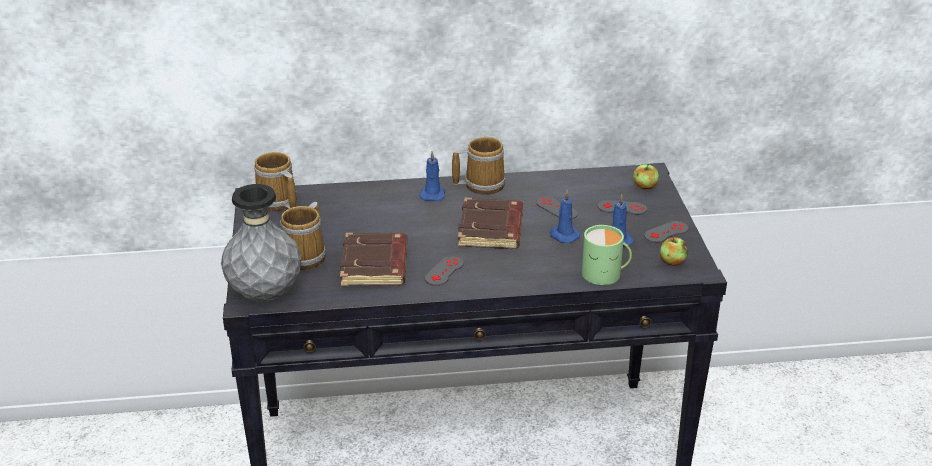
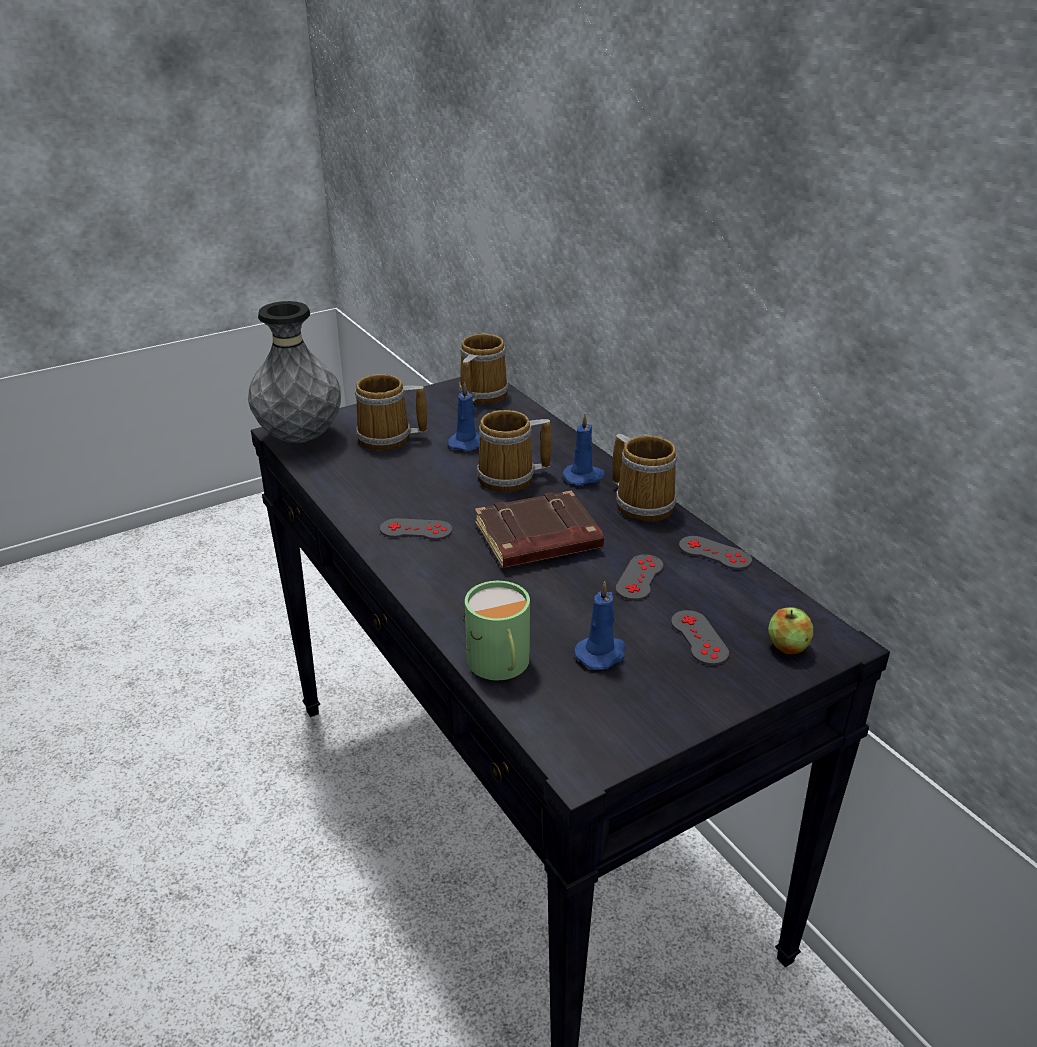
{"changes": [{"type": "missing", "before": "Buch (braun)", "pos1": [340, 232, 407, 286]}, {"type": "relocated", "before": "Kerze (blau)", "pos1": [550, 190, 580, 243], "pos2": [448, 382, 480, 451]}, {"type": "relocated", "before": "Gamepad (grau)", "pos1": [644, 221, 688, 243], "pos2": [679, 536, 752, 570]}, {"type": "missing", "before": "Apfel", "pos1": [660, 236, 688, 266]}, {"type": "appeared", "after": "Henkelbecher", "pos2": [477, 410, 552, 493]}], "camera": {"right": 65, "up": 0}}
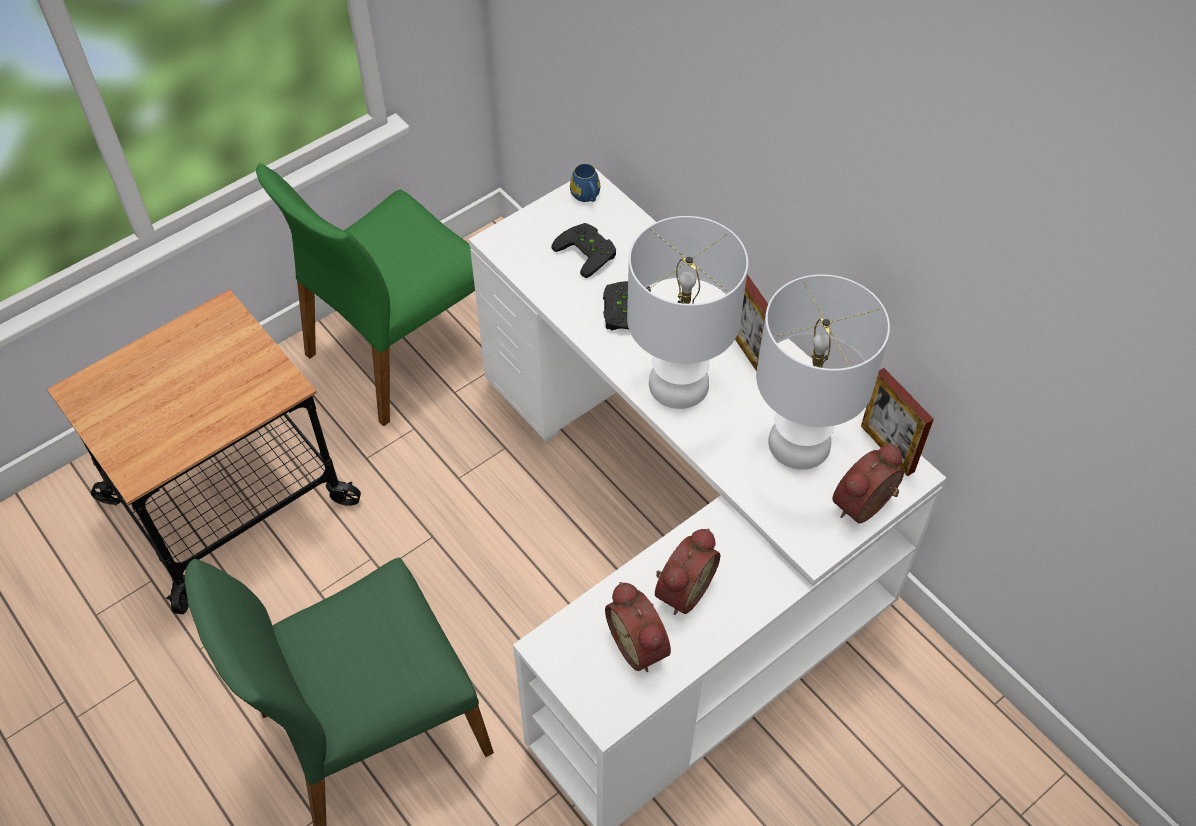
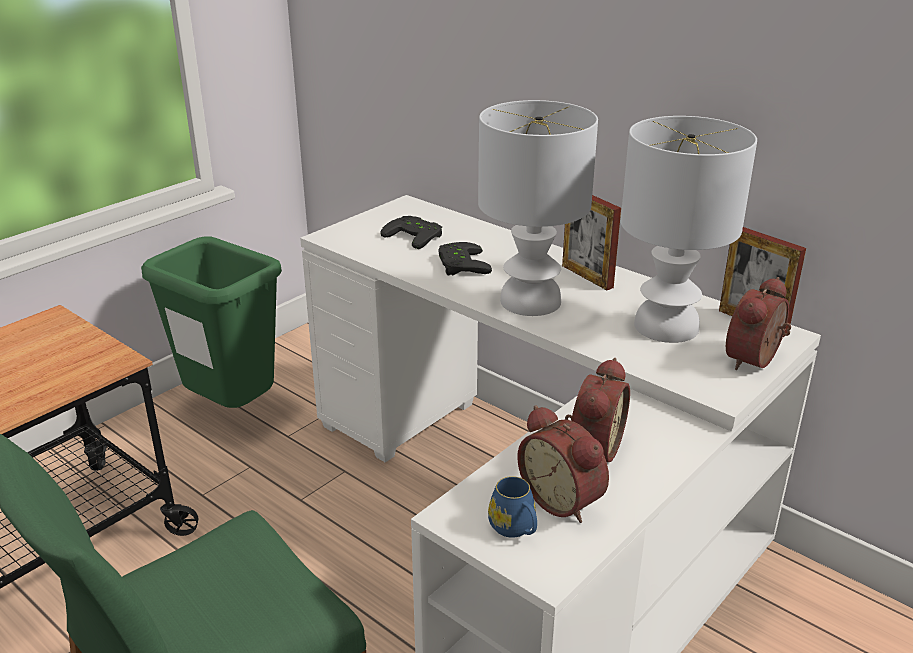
{"changes": [{"type": "exchanged", "before": "Stuhl (grün)", "after": "Mülleimer (grün)", "pos1": [256, 163, 475, 426], "pos2": [141, 236, 282, 408]}, {"type": "relocated", "before": "Henkelbecher (blau)", "pos1": [570, 163, 600, 202], "pos2": [488, 476, 537, 538]}], "camera": {"right": -10, "up": -25}}
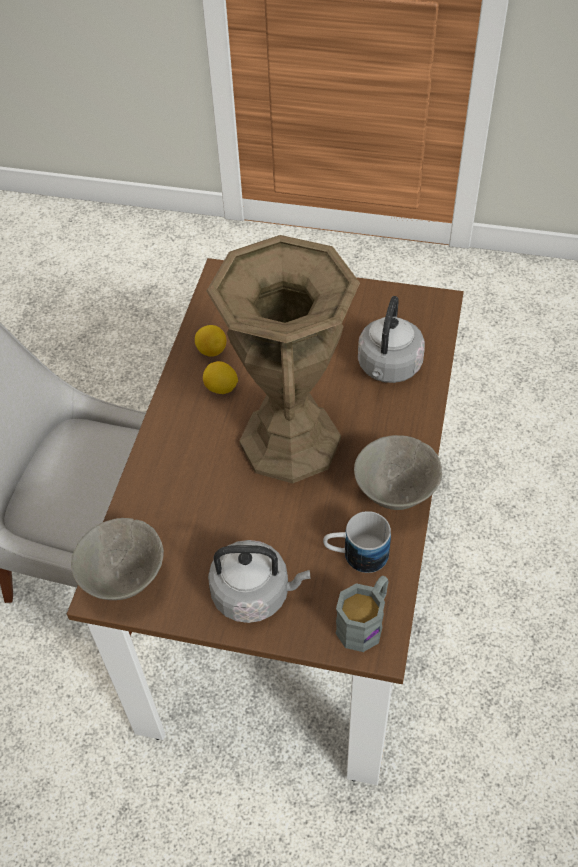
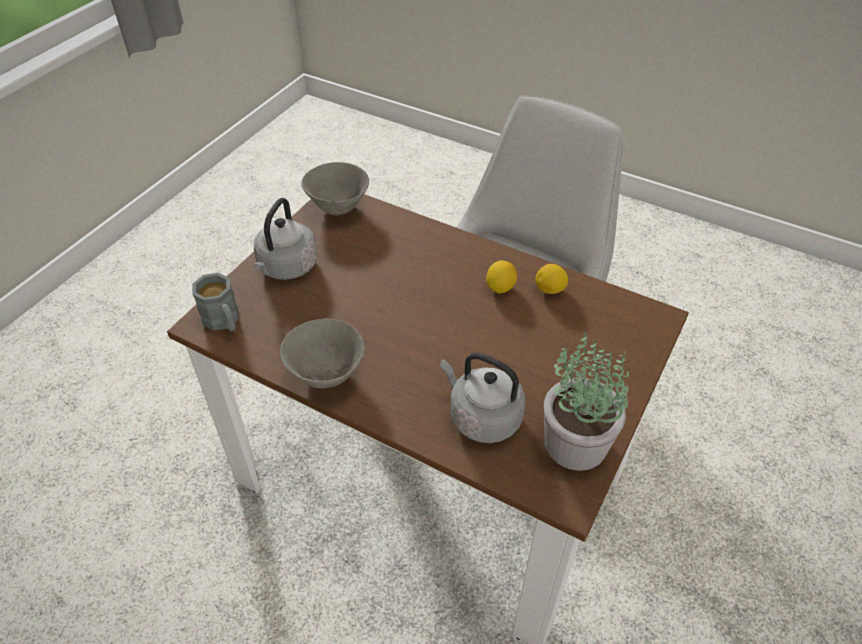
{"changes": [{"type": "missing", "before": "Vase (braun)", "pos1": [207, 235, 360, 483]}, {"type": "missing", "before": "Henkelbecher", "pos1": [323, 511, 391, 573]}, {"type": "appeared", "after": "Topfpflanze", "pos2": [544, 332, 629, 471]}], "camera": {"right": 105, "up": -5}}
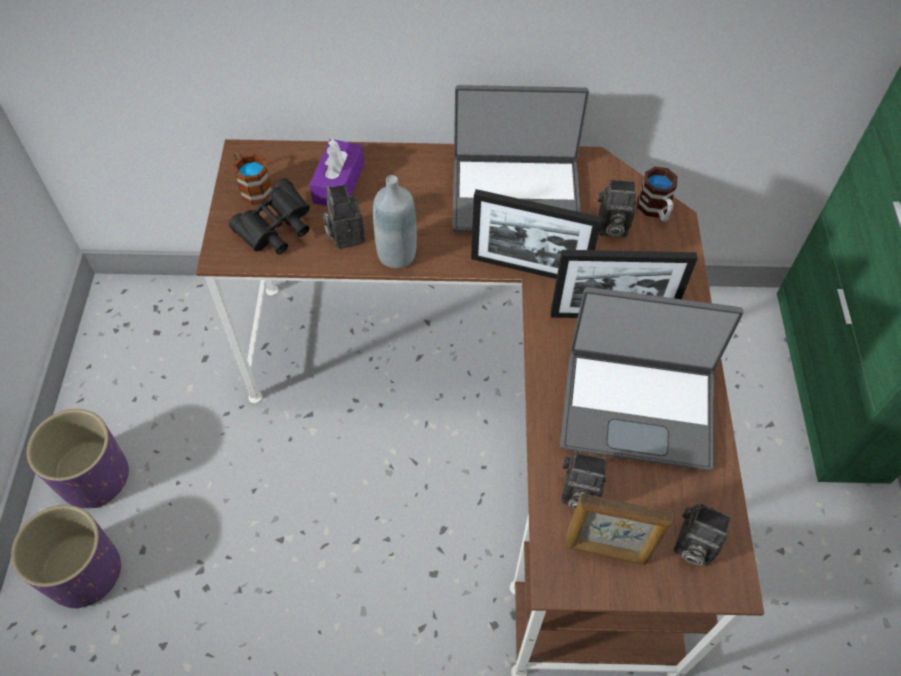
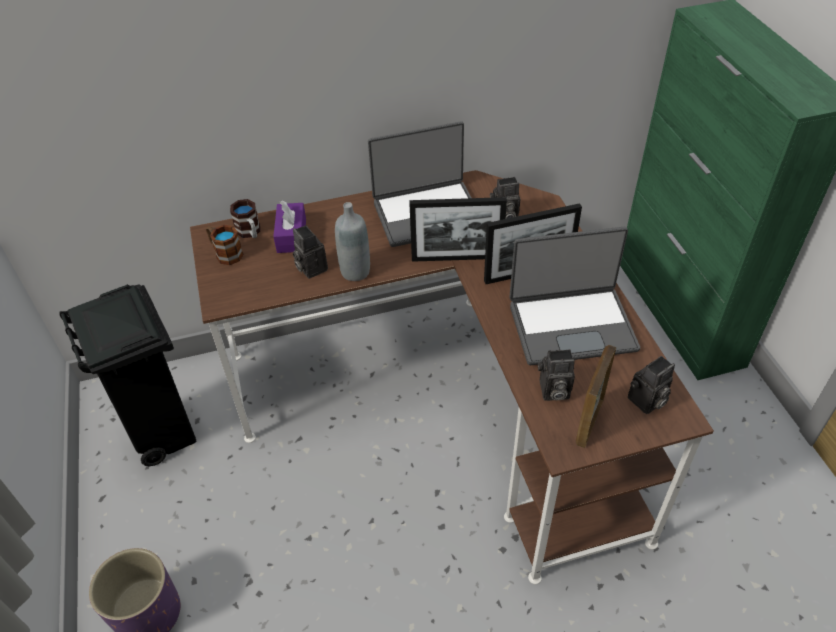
{"changes": [{"type": "missing", "before": "Pflanzkübel (lila)", "pos1": [27, 409, 129, 508]}, {"type": "missing", "before": "Fernglas (schwarz)", "pos1": [229, 178, 310, 254]}, {"type": "spun", "before": "Bilderrahmen", "pos1": [565, 493, 673, 565], "pos2": [576, 345, 616, 448], "turn": 120}, {"type": "relocated", "before": "Henkelbecher", "pos1": [637, 167, 677, 222], "pos2": [230, 199, 260, 238]}, {"type": "spun", "before": "Kamera", "pos1": [674, 504, 731, 566], "pos2": [628, 356, 675, 414], "turn": -45}, {"type": "appeared", "after": "Mülleimer (schwarz)", "pos2": [59, 284, 196, 466]}], "camera": {"right": -15, "up": -10}}
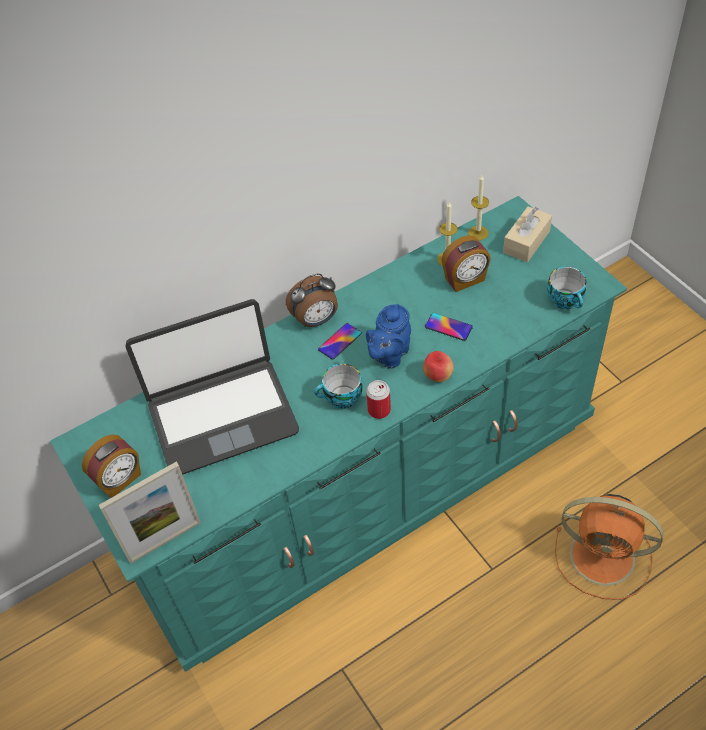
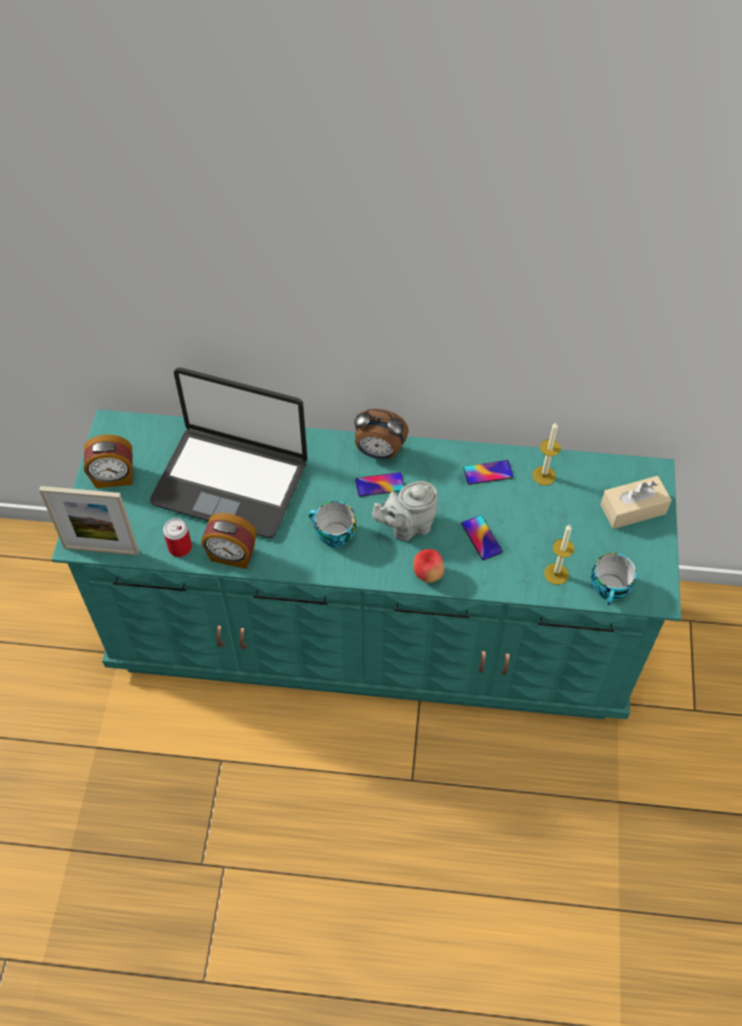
{"changes": [{"type": "colour", "before": "Teekanne (blau)", "after": "Teekanne (grau)", "pos1": [366, 304, 411, 369], "pos2": [372, 481, 438, 541]}, {"type": "relocated", "before": "Dose", "pos1": [366, 380, 391, 419], "pos2": [163, 518, 192, 557]}, {"type": "relocated", "before": "Wecker", "pos1": [441, 235, 491, 292], "pos2": [201, 513, 257, 569]}, {"type": "relocated", "before": "Kerze", "pos1": [468, 175, 489, 240], "pos2": [544, 525, 574, 585]}, {"type": "missing", "before": "Ventilator (orange)", "pos1": [555, 494, 663, 600]}, {"type": "appeared", "after": "Handy", "pos2": [463, 460, 513, 485]}], "camera": {"right": 35, "up": 5}}
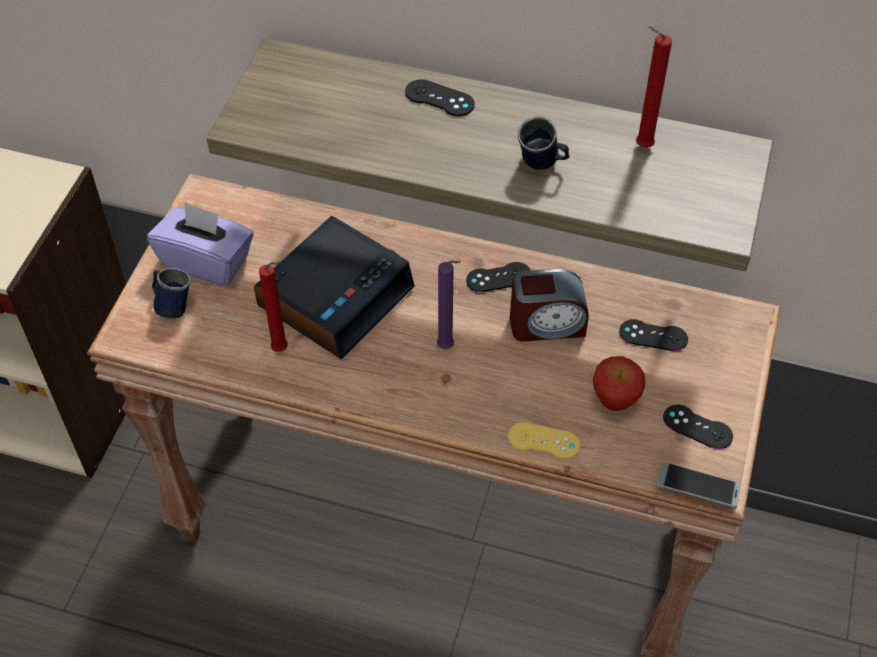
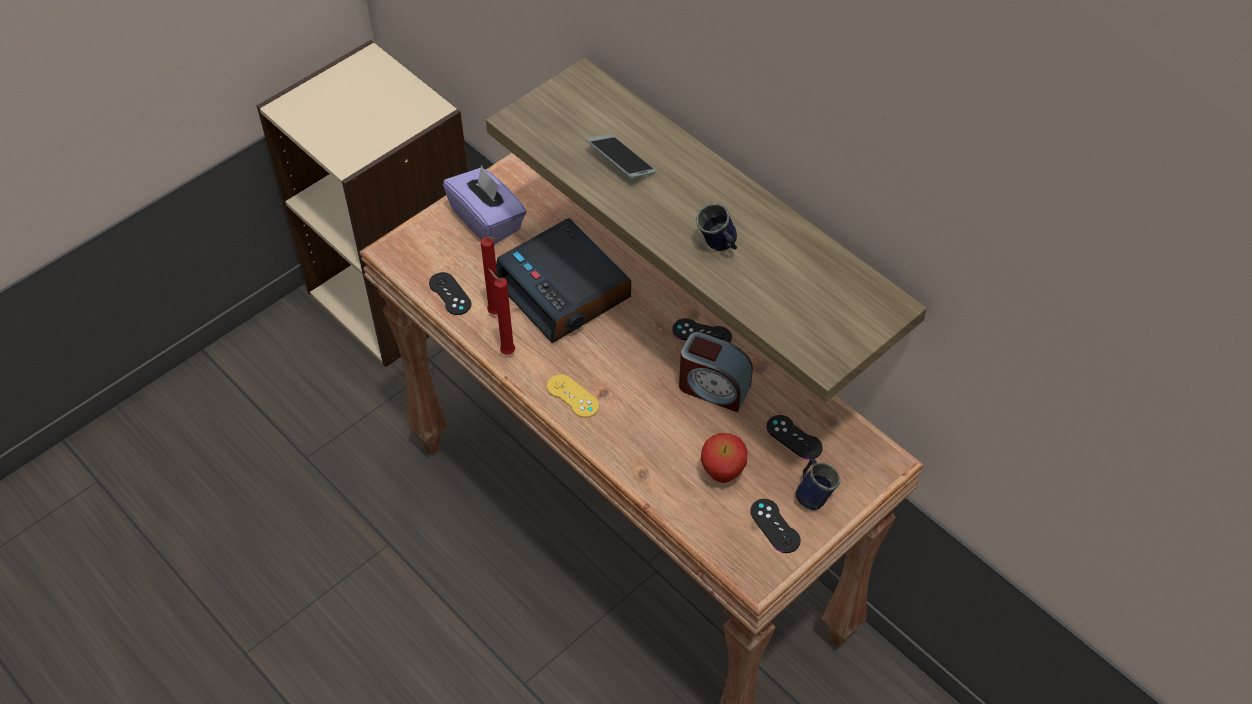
{"changes": [{"type": "relocated", "before": "Henkelbecher (blau)", "pos1": [152, 268, 191, 319], "pos2": [796, 459, 840, 510]}, {"type": "spun", "before": "Wecker", "pos1": [254, 216, 415, 359], "pos2": [496, 218, 631, 343], "turn": 75}, {"type": "relocated", "before": "Gamepad (schwarz)", "pos1": [405, 79, 475, 116], "pos2": [429, 272, 472, 315]}, {"type": "missing", "before": "Kerze (lila)", "pos1": [437, 260, 461, 349]}, {"type": "relocated", "before": "Gamepad (gelb)", "pos1": [508, 422, 580, 459], "pos2": [547, 374, 599, 418]}, {"type": "relocated", "before": "Kerze (rot)", "pos1": [636, 26, 672, 148], "pos2": [488, 269, 515, 355]}, {"type": "relocated", "before": "Handy", "pos1": [656, 462, 741, 508], "pos2": [586, 134, 656, 178]}], "camera": {"right": 30, "up": 0}}
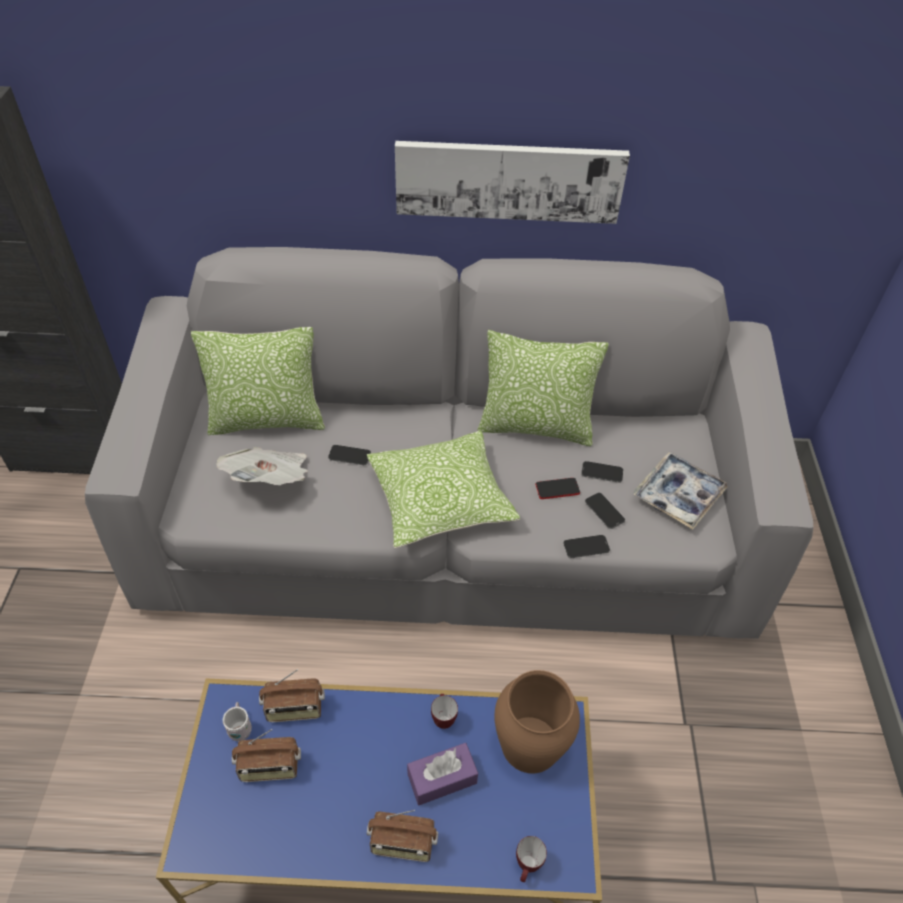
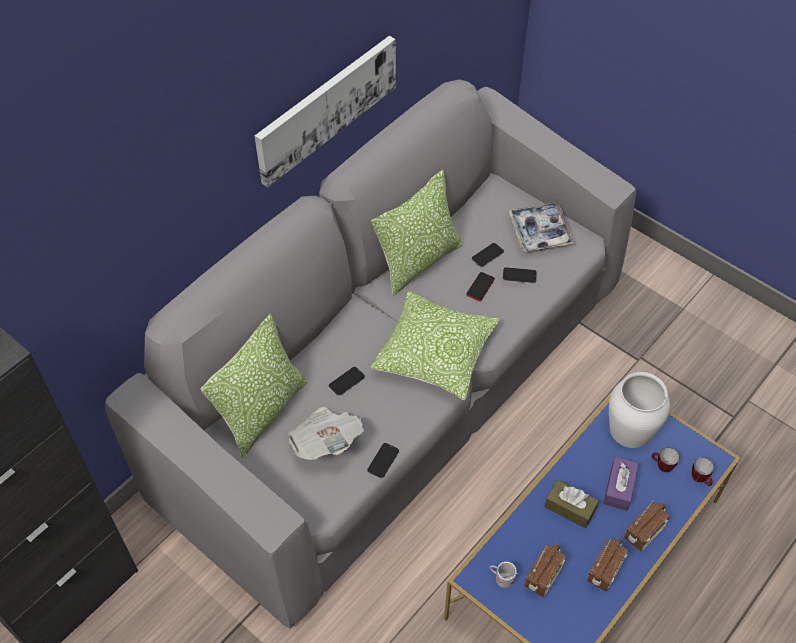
{"changes": [{"type": "relocated", "before": "Radio", "pos1": [259, 669, 325, 722], "pos2": [587, 538, 628, 592]}, {"type": "relocated", "before": "Henkelbecher", "pos1": [431, 694, 458, 729], "pos2": [652, 448, 680, 472]}, {"type": "colour", "before": "Vase (braun)", "after": "Vase (weiß)", "pos1": [494, 670, 580, 773], "pos2": [609, 372, 670, 448]}, {"type": "relocated", "before": "Handy", "pos1": [563, 535, 610, 558], "pos2": [367, 443, 399, 478]}, {"type": "appeared", "after": "Taschentuchbox (braun)", "pos2": [545, 480, 599, 528]}], "camera": {"right": -50, "up": 5}}
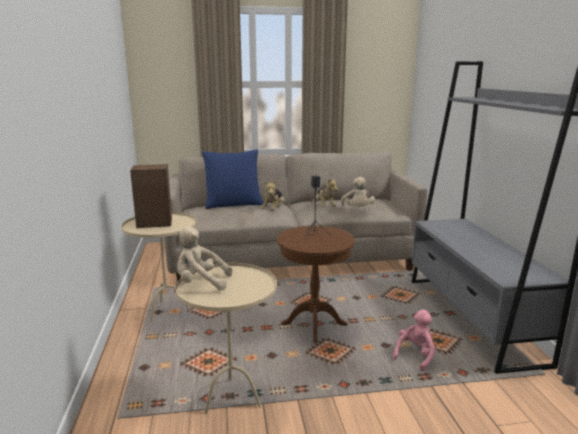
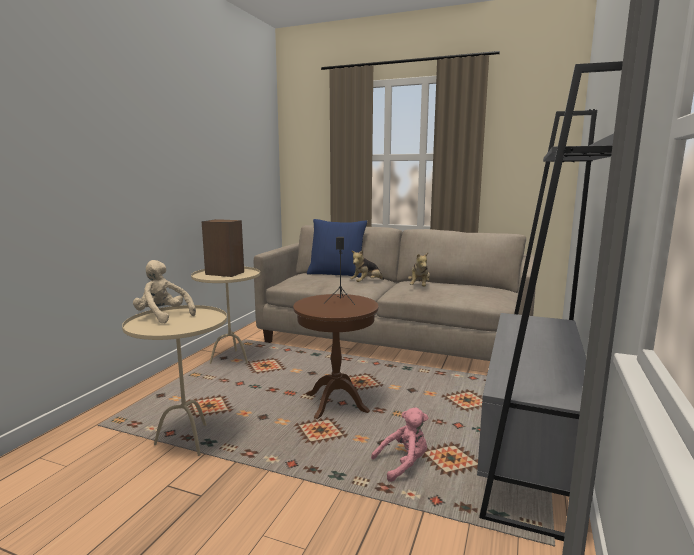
{"changes": [{"type": "missing", "before": "Plüschtier (beige)", "pos1": [341, 177, 375, 207]}], "camera": {"right": 30, "up": -5}}
